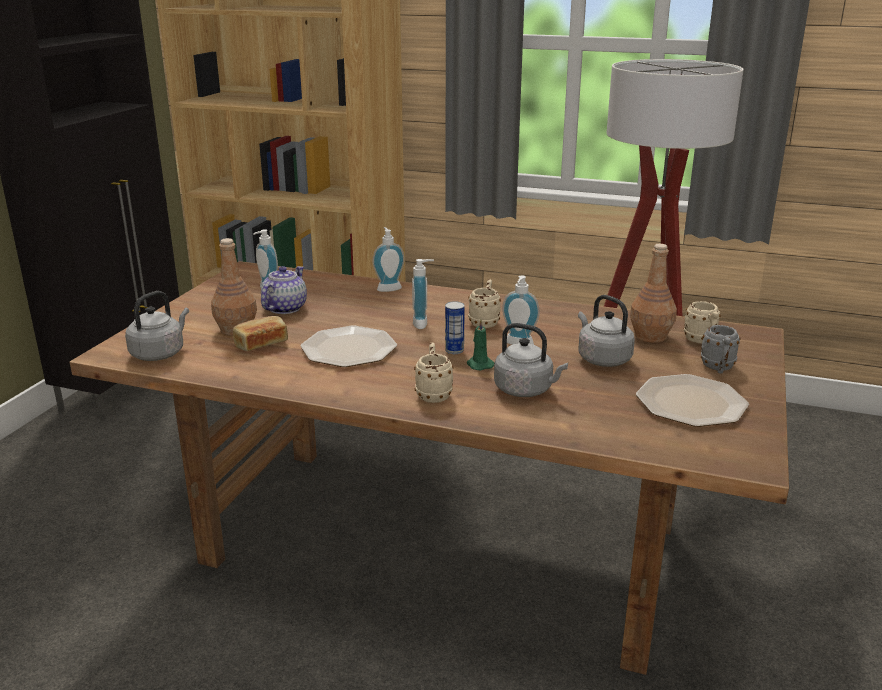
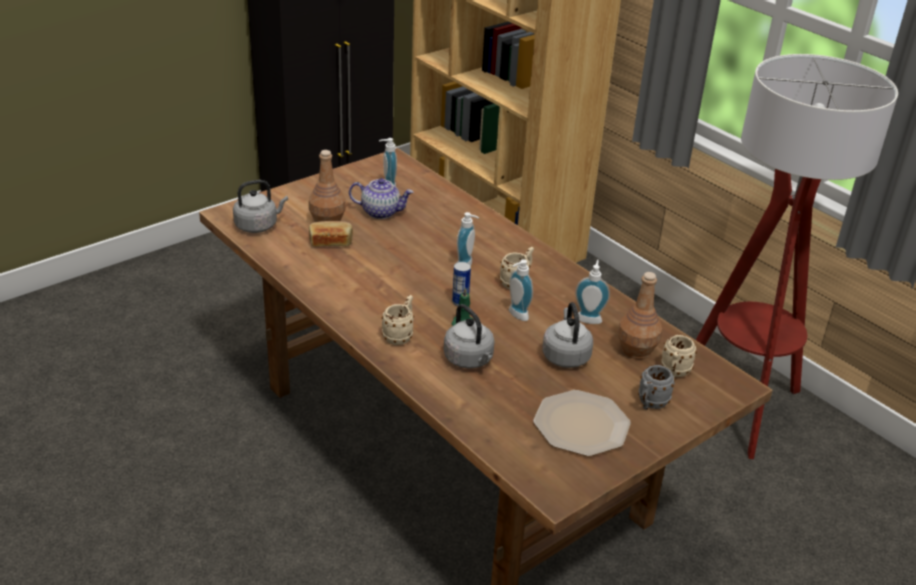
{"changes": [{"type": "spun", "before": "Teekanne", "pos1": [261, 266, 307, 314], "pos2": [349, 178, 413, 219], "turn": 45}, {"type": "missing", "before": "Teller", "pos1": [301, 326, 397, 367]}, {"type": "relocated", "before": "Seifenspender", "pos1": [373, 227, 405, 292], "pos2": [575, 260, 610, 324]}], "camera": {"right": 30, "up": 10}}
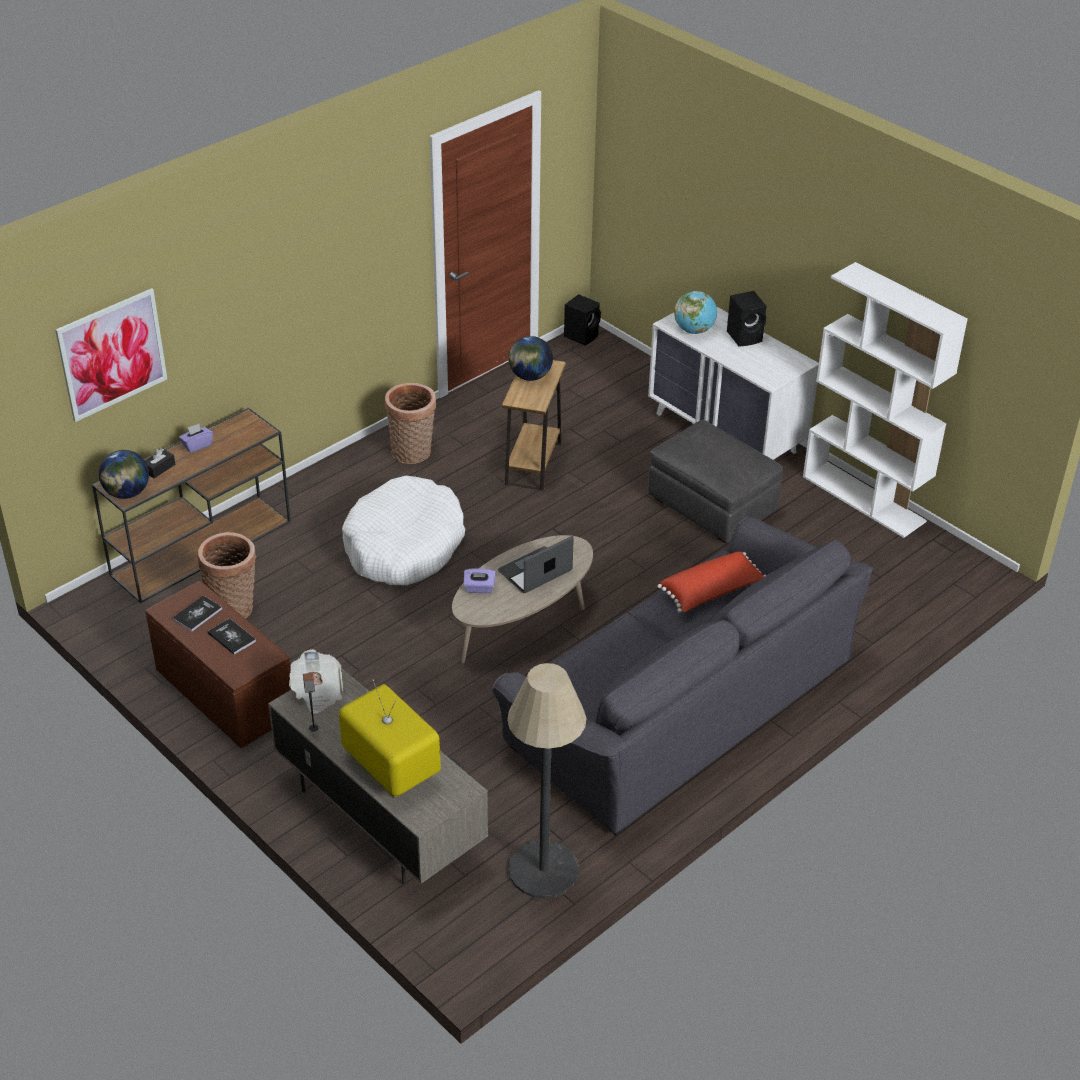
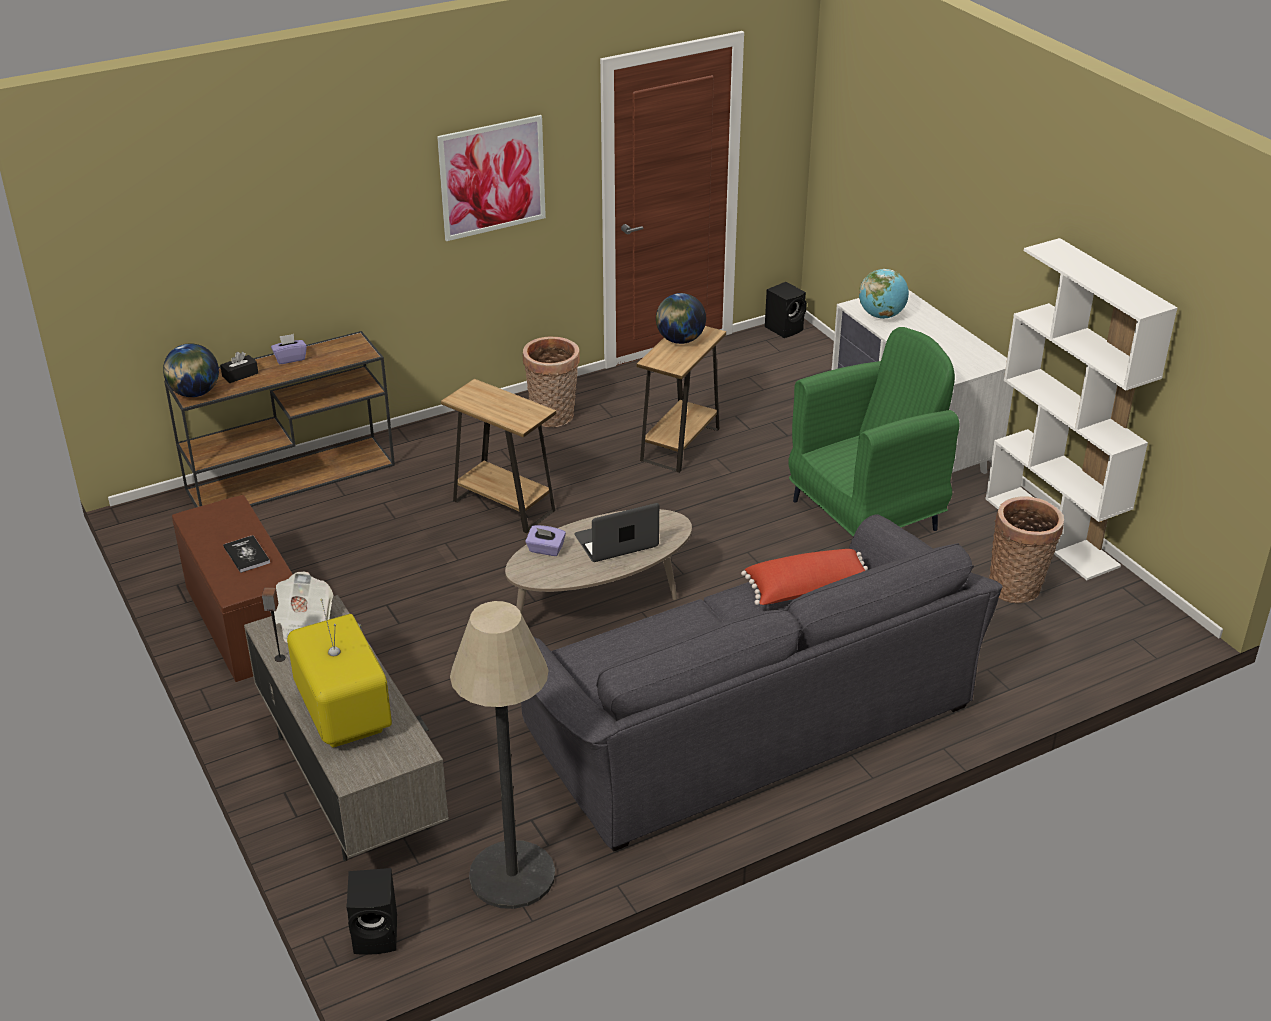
{"changes": [{"type": "relocated", "before": "Bild", "pos1": [55, 288, 167, 422], "pos2": [437, 115, 546, 241]}, {"type": "missing", "before": "Buch", "pos1": [173, 596, 222, 632]}, {"type": "relocated", "before": "Korb", "pos1": [198, 532, 256, 619], "pos2": [989, 496, 1064, 603]}, {"type": "exchanged", "before": "Hundebett (weiß)", "after": "Beistelltisch (braun)", "pos1": [342, 476, 465, 585], "pos2": [441, 379, 556, 533]}, {"type": "exchanged", "before": "Polsterhocker (grau)", "after": "Sessel (grün)", "pos1": [648, 419, 783, 543], "pos2": [788, 327, 960, 536]}, {"type": "relocated", "before": "Lautsprecher (schwarz)", "pos1": [727, 291, 766, 347], "pos2": [347, 868, 397, 955]}], "camera": {"right": 15, "up": -5}}
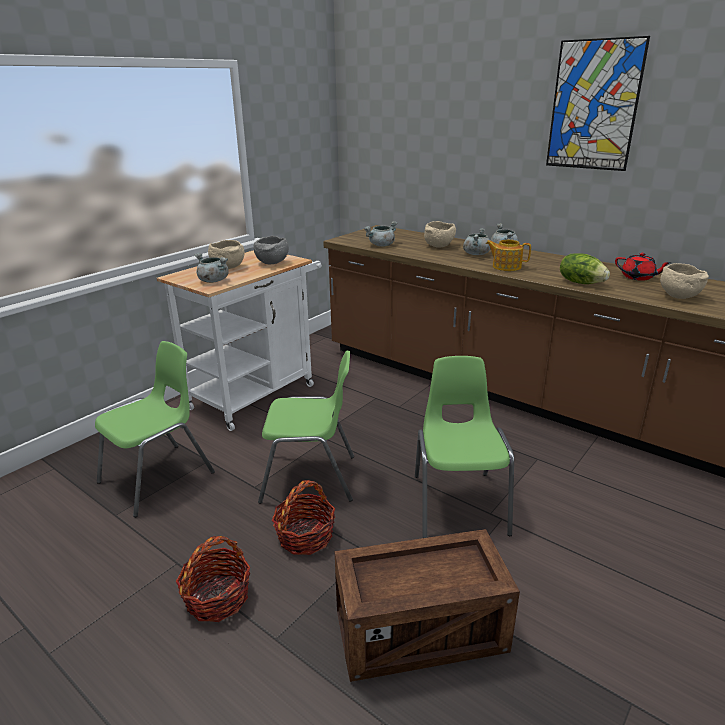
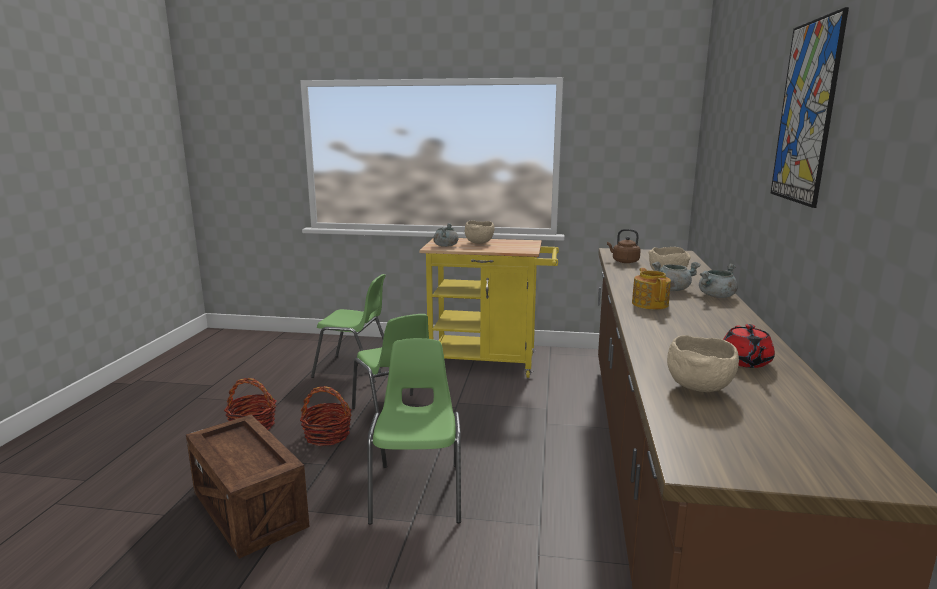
{"changes": [{"type": "colour", "before": "Rollwagen (weiß)", "after": "Rollwagen (gelb)", "pos1": [157, 250, 322, 431], "pos2": [419, 238, 559, 378]}, {"type": "missing", "before": "Schüssel (grau)", "pos1": [253, 236, 289, 264]}, {"type": "exchanged", "before": "Kochtopf (grau)", "after": "Wasserkessel (braun)", "pos1": [364, 221, 397, 247], "pos2": [607, 229, 641, 263]}, {"type": "spun", "before": "Stuhl (grün)", "pos1": [415, 356, 514, 538], "pos2": [367, 338, 461, 525], "turn": -60}, {"type": "missing", "before": "Salatkopf", "pos1": [560, 253, 610, 284]}], "camera": {"right": 60, "up": -10}}
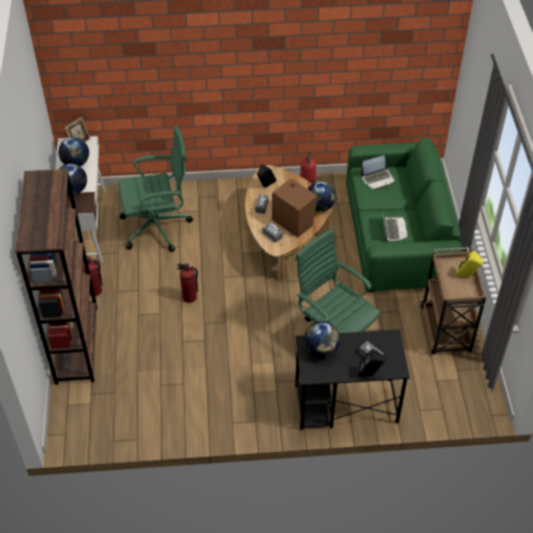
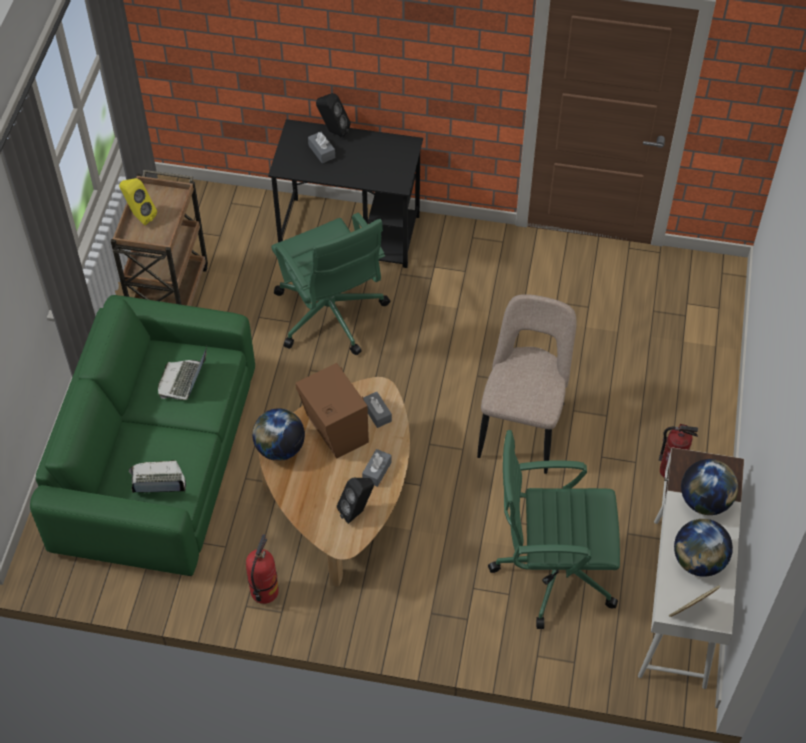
{"changes": [{"type": "missing", "before": "Bücherregal (braun)", "pos1": [15, 169, 97, 385]}, {"type": "exchanged", "before": "Feuerlöscher", "after": "Stuhl (beige)", "pos1": [177, 263, 198, 303], "pos2": [477, 294, 577, 474]}, {"type": "missing", "before": "Globus", "pos1": [304, 321, 340, 357]}], "camera": {"right": -165, "up": 5}}
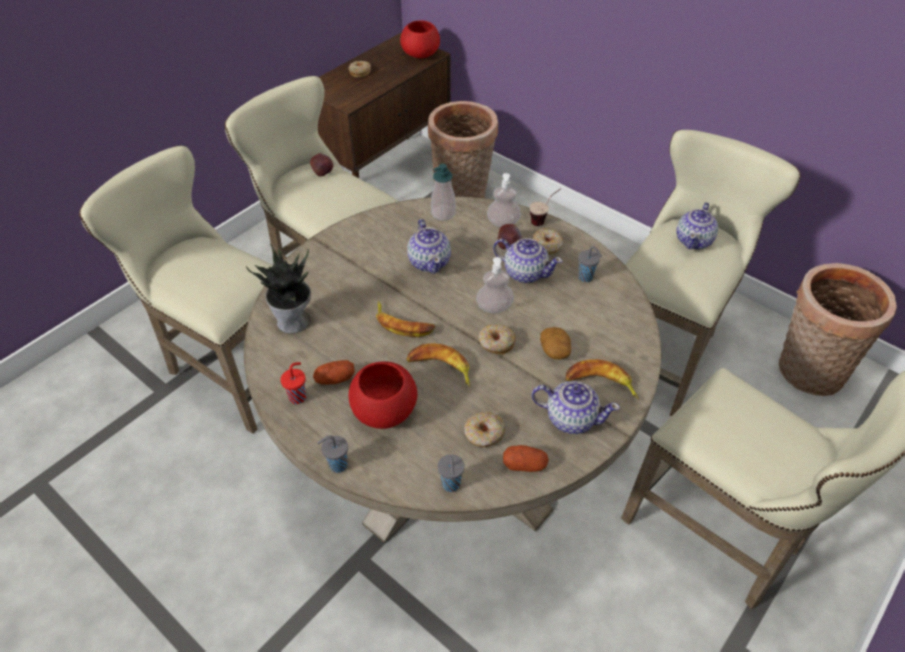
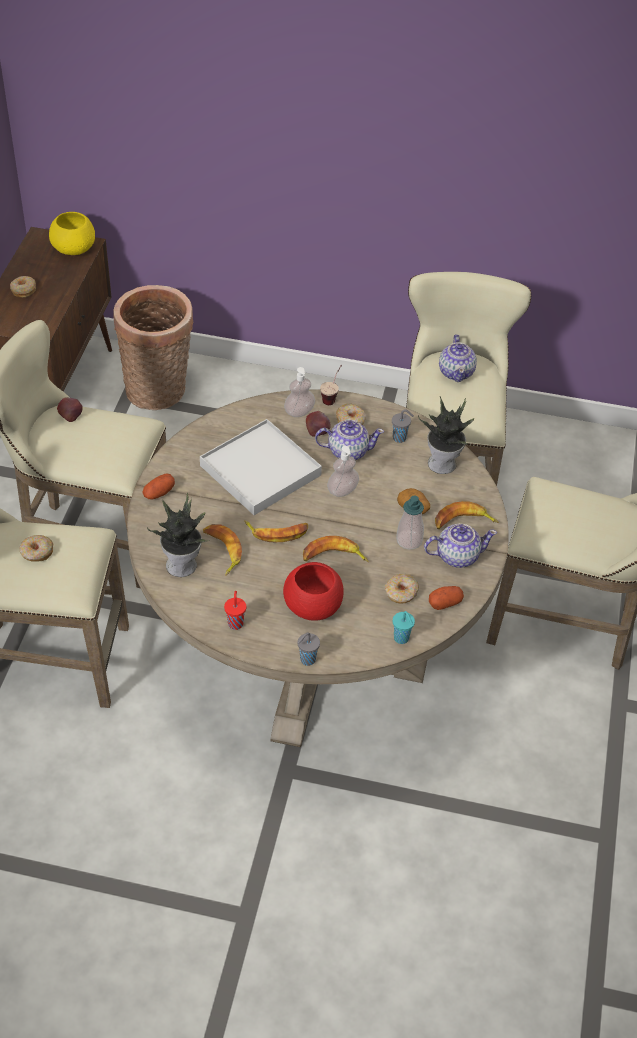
{"changes": [{"type": "relocated", "before": "Kartoffel", "pos1": [313, 360, 355, 385], "pos2": [142, 474, 175, 499]}, {"type": "colour", "before": "Schüssel (rot)", "after": "Schüssel (gelb)", "pos1": [400, 21, 440, 58], "pos2": [49, 212, 95, 255]}, {"type": "exchanged", "before": "Teekanne", "after": "Tablett (weiß)", "pos1": [407, 219, 451, 274], "pos2": [200, 419, 322, 515]}, {"type": "relocated", "before": "Seifenspender", "pos1": [431, 164, 456, 221], "pos2": [396, 496, 424, 550]}, {"type": "colour", "before": "Tasse (grau)", "after": "Tasse (türkis)", "pos1": [438, 454, 465, 492], "pos2": [393, 611, 415, 644]}, {"type": "relocated", "before": "Donut", "pos1": [479, 324, 516, 355], "pos2": [19, 535, 53, 562]}, {"type": "missing", "before": "Korb", "pos1": [779, 263, 897, 396]}, {"type": "appeared", "after": "Banane", "pos2": [203, 524, 242, 575]}, {"type": "appeared", "after": "Topfpflanze", "pos2": [418, 397, 474, 474]}], "camera": {"right": -30, "up": 0}}
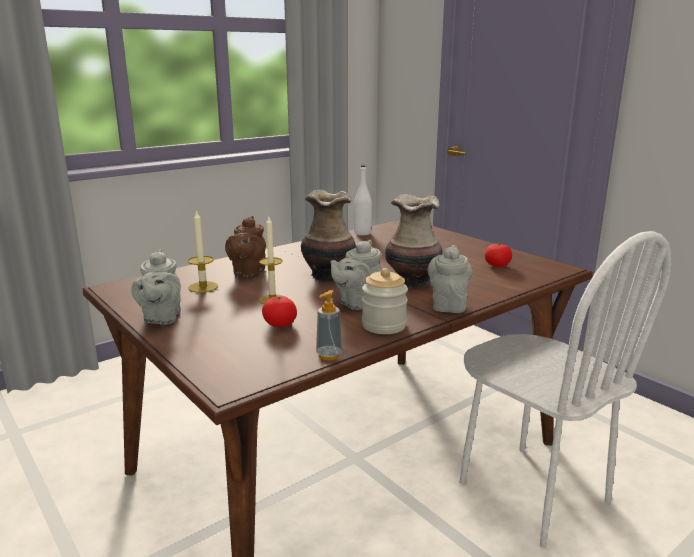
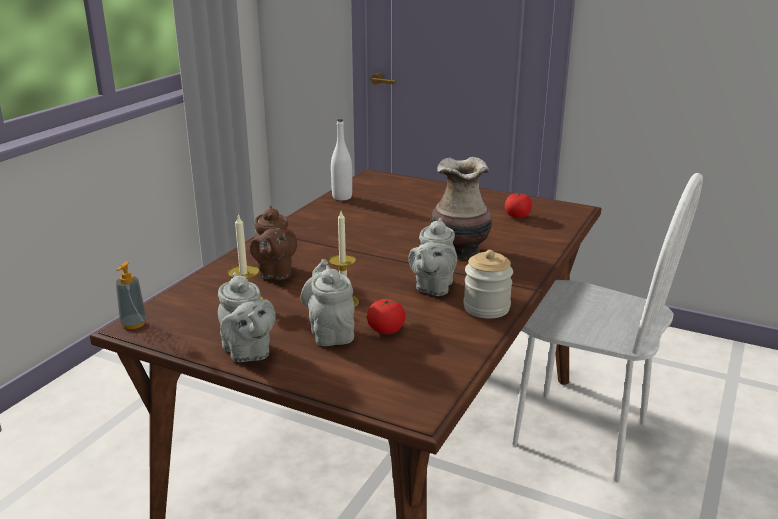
{"changes": [{"type": "missing", "before": "Vase", "pos1": [301, 190, 356, 281]}, {"type": "relocated", "before": "Seifenspender", "pos1": [316, 290, 342, 361], "pos2": [116, 261, 147, 329]}, {"type": "relocated", "before": "Teekanne (grau)", "pos1": [428, 245, 473, 313], "pos2": [301, 259, 355, 346]}], "camera": {"right": -25, "up": 5}}
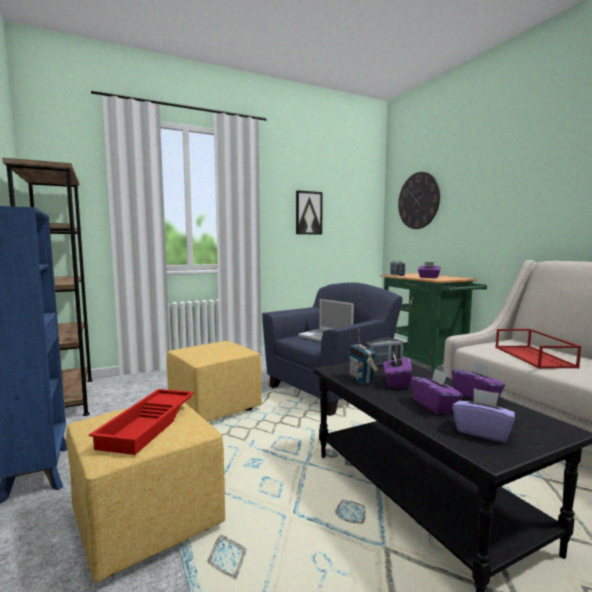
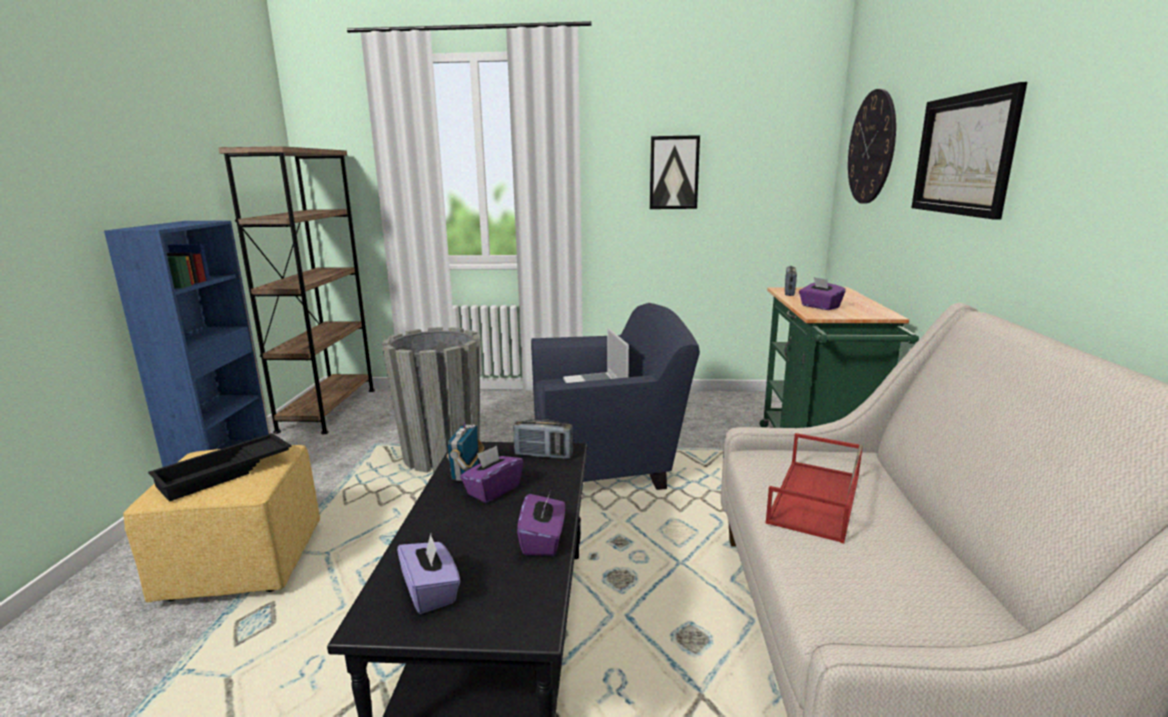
{"changes": [{"type": "colour", "before": "Tablett (rot)", "after": "Tablett (schwarz)", "pos1": [89, 389, 194, 455], "pos2": [148, 433, 292, 502]}, {"type": "exchanged", "before": "Polsterhocker (gelb)", "after": "Pflanzkübel (grau)", "pos1": [167, 341, 262, 422], "pos2": [382, 327, 480, 473]}, {"type": "missing", "before": "Taschentuchbox (lila)", "pos1": [411, 368, 463, 414]}, {"type": "appeared", "after": "Bild", "pos2": [912, 82, 1027, 220]}], "camera": {"right": 30, "up": 10}}
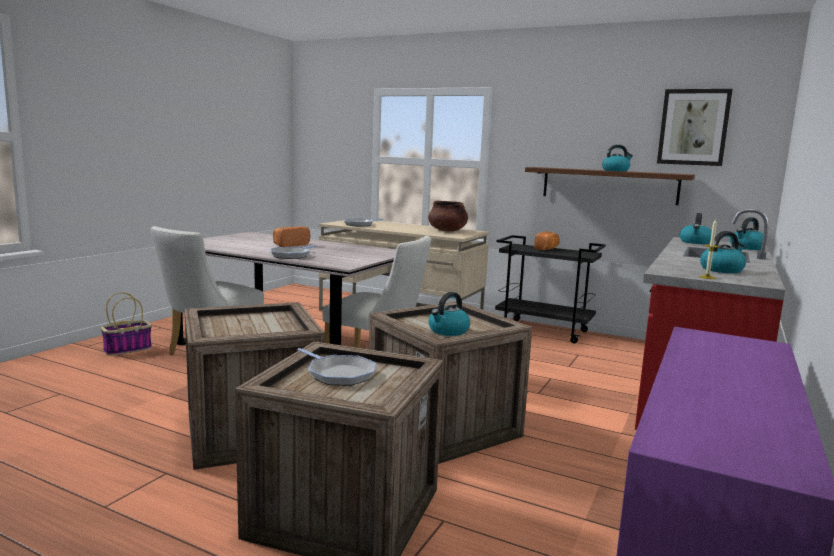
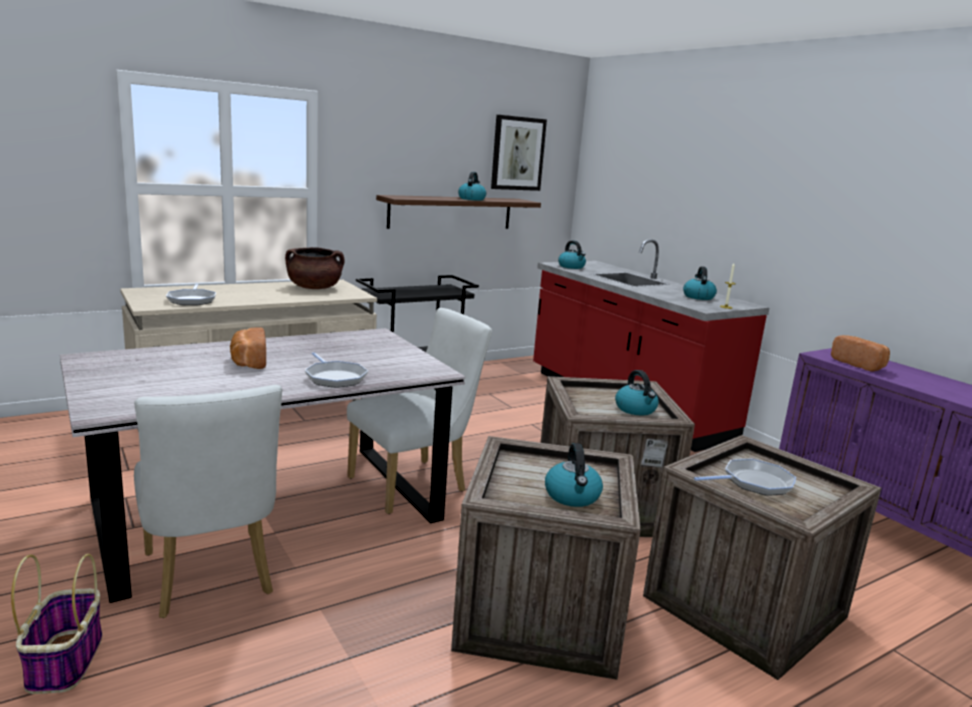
{"changes": [{"type": "relocated", "before": "Brot", "pos1": [534, 231, 560, 250], "pos2": [831, 335, 890, 372]}, {"type": "relocated", "before": "Wasserkessel", "pos1": [730, 217, 763, 250], "pos2": [545, 443, 603, 507]}], "camera": {"right": -60, "up": 5}}
